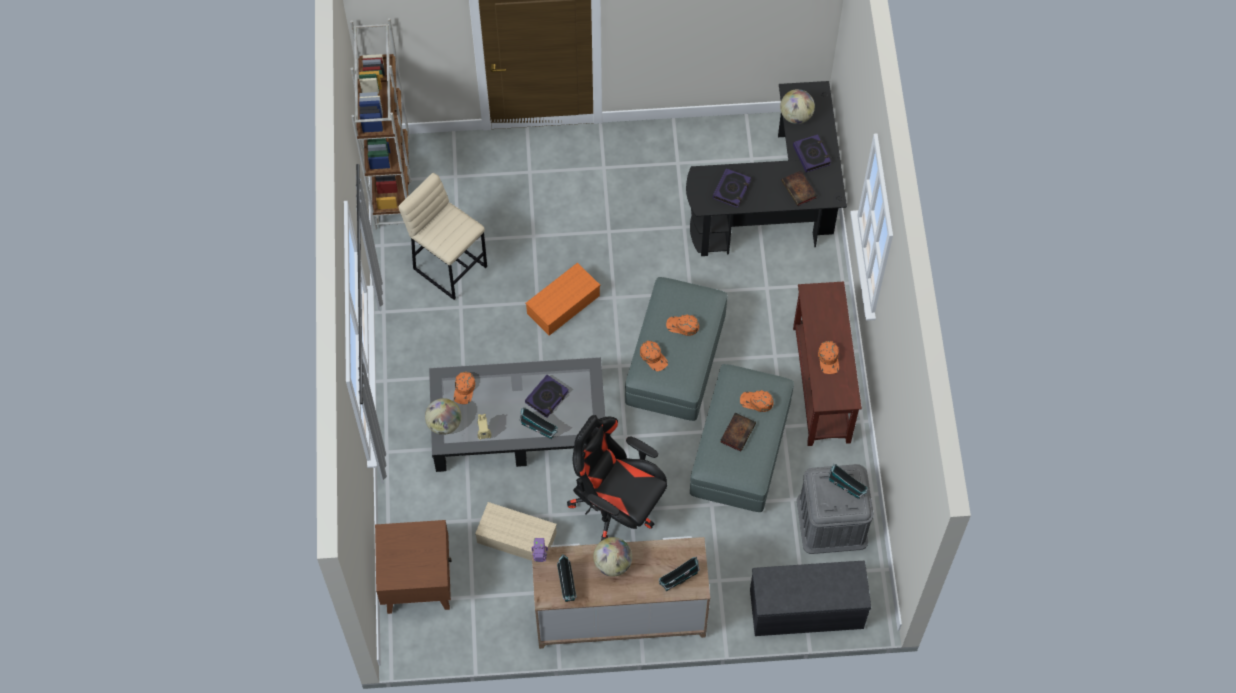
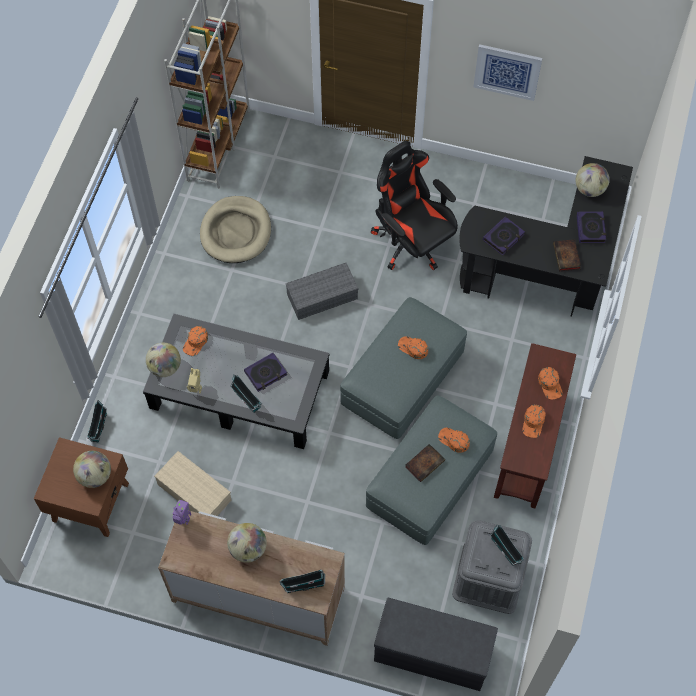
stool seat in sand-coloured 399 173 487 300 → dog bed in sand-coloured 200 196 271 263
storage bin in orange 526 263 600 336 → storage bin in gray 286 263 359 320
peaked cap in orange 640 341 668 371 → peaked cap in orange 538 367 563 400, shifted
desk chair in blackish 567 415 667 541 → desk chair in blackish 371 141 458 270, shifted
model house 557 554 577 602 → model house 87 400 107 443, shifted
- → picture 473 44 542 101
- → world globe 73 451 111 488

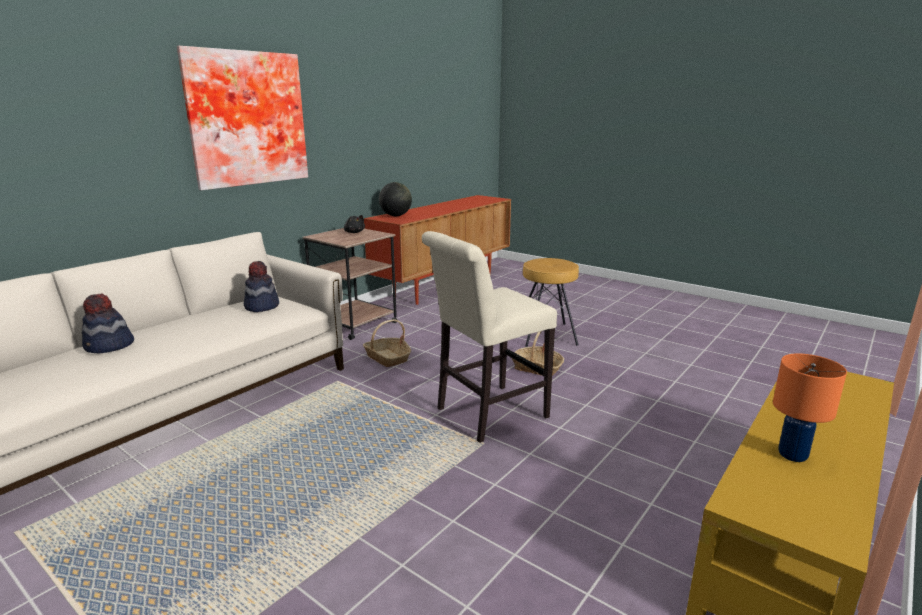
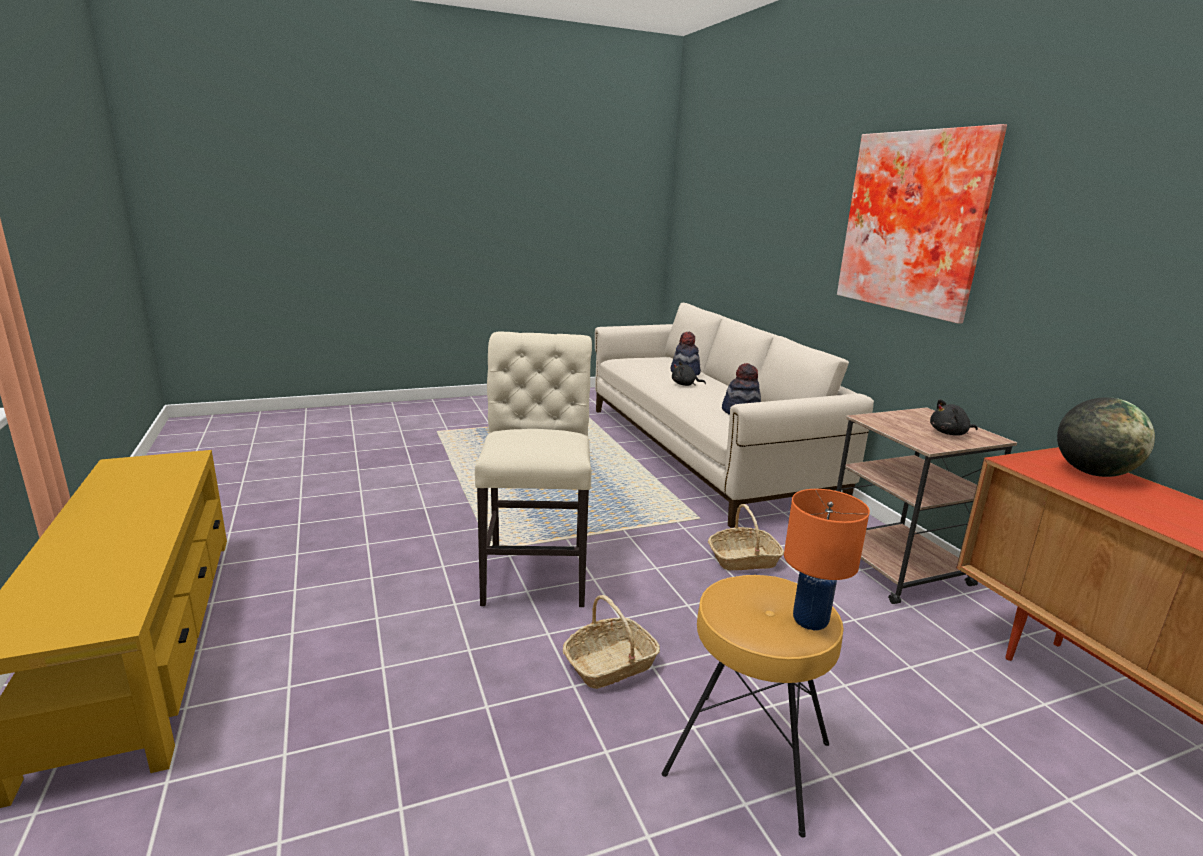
lamp for a table in orange 773 353 847 462 → lamp for a table in orange 784 489 870 630, shifted
- → soft toy in blackish 672 361 706 386

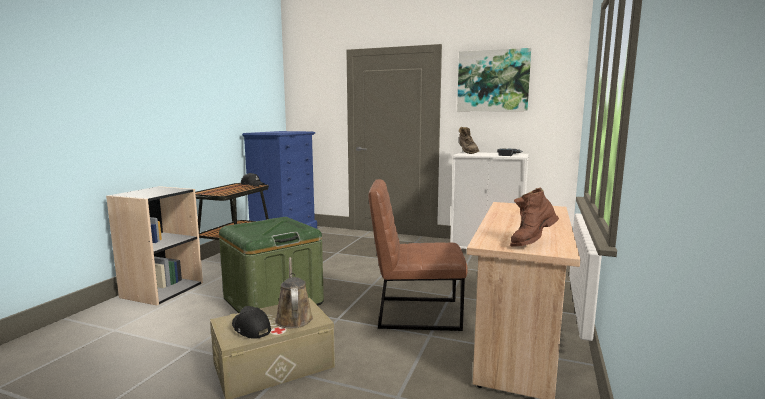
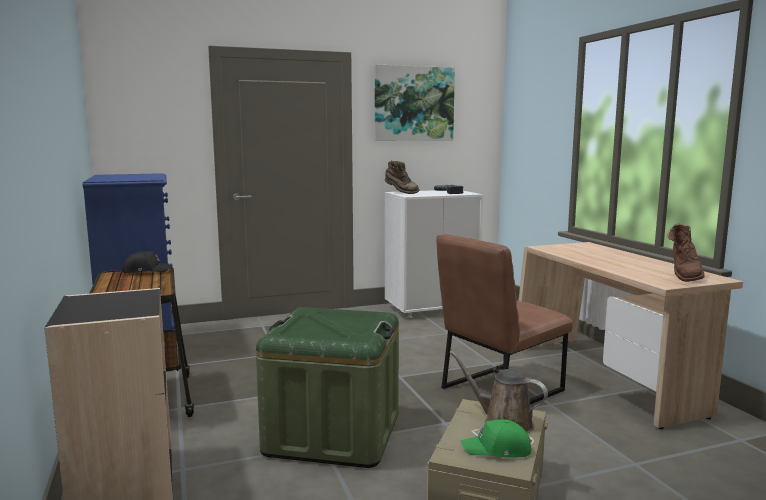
peaked cap in blackish 232 306 271 338 → peaked cap in greenish 461 419 531 458

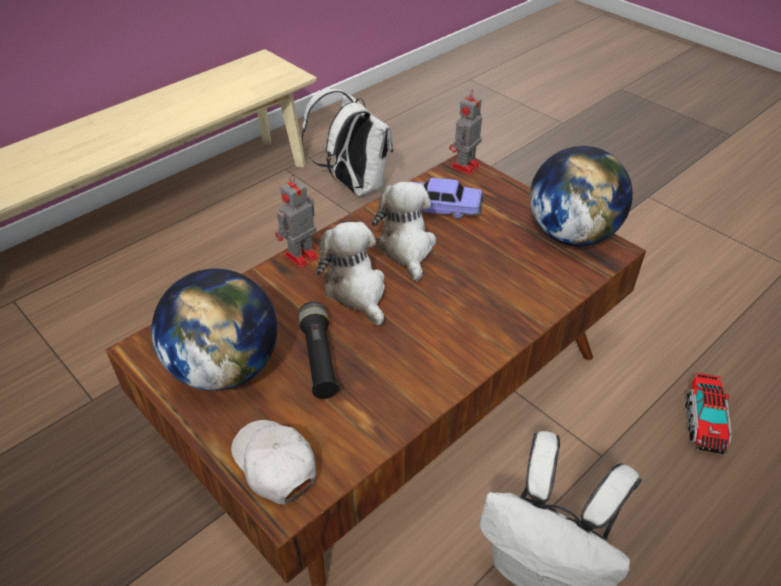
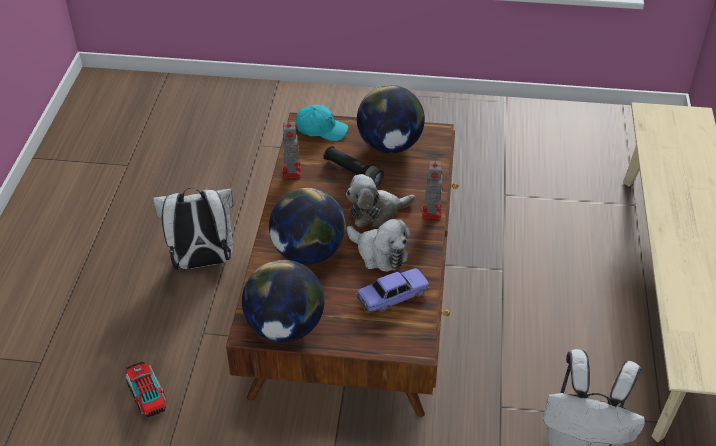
toy robot 449 89 482 175 → toy robot 282 122 302 179, shifted
soft toy 316 222 385 326 → soft toy 346 174 415 227, 135 degrees clockwise
peaked cap in whitish 231 420 316 504 → peaked cap in turquoise-coloured 296 105 349 141
- → world globe 269 188 346 264

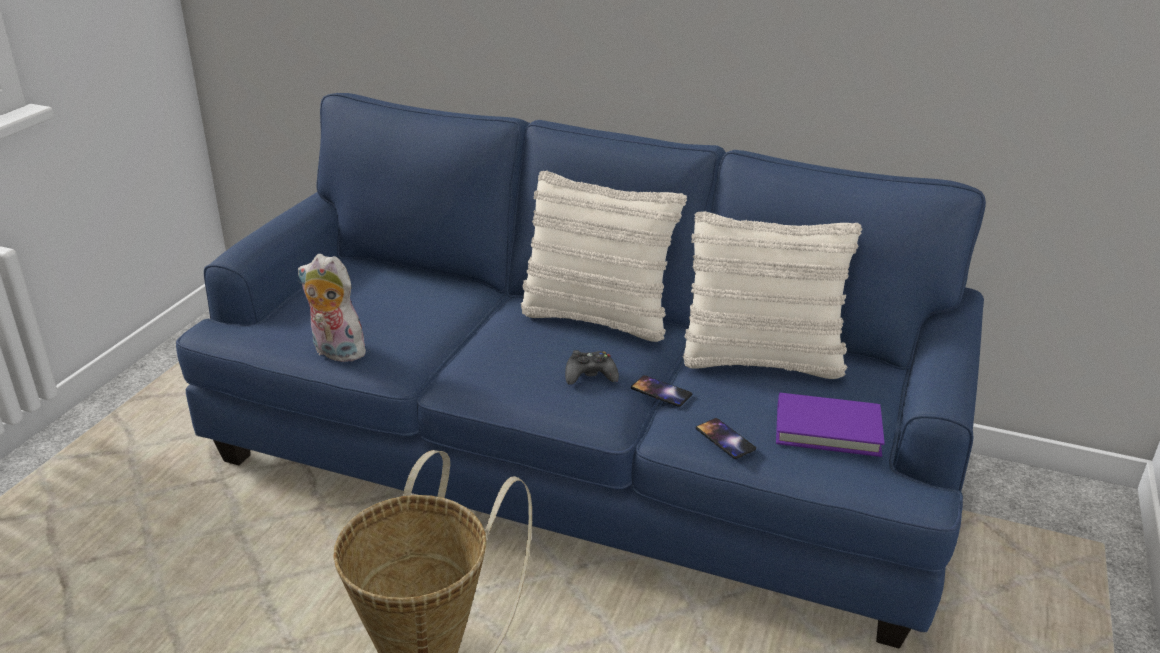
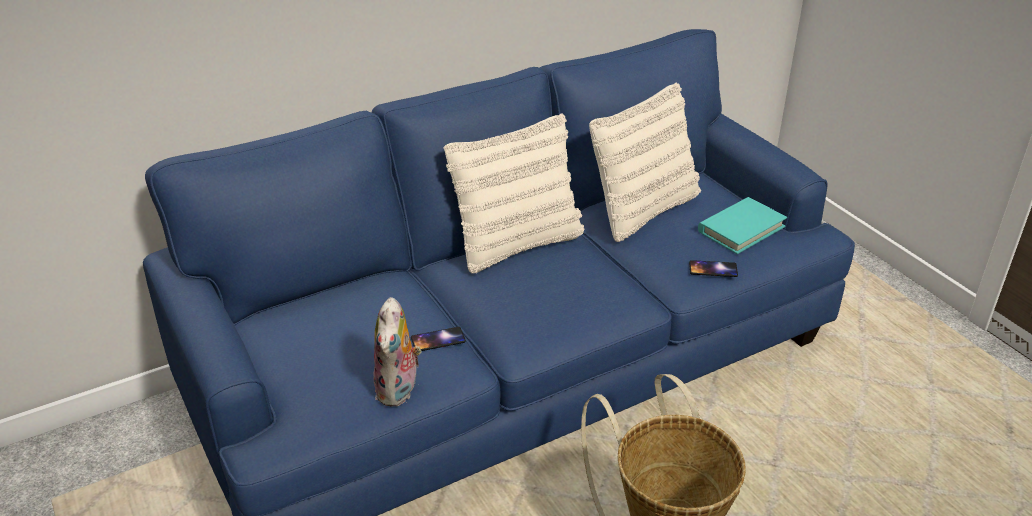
soft toy 298 254 368 362 → soft toy 374 297 422 407, 60 degrees counterclockwise
gamepad in blackish 565 350 619 385 → -
phone 631 375 692 407 → phone 411 327 466 351, shifted
volume in purplish 776 393 885 457 → volume in turquoise-coloured 698 197 787 254

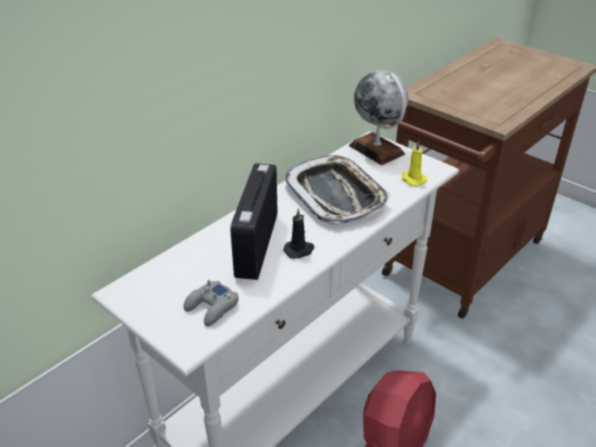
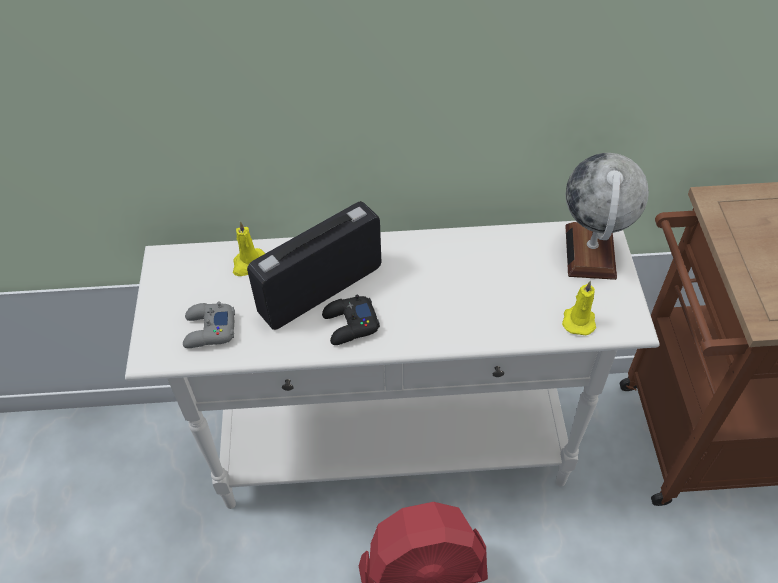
serving tray 283 155 391 225 → -
wax light in blackish 283 208 314 259 → gamepad in blackish 322 294 380 345
- → wax light in yellowish 233 221 265 276

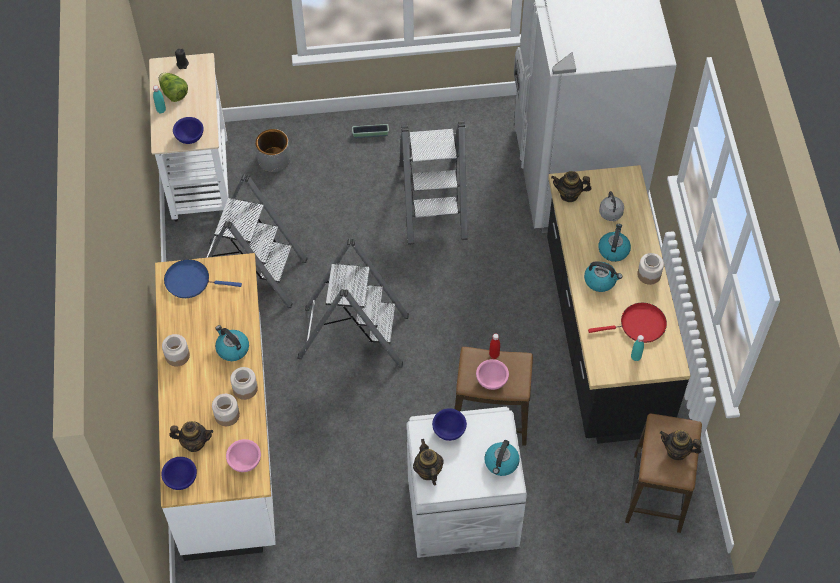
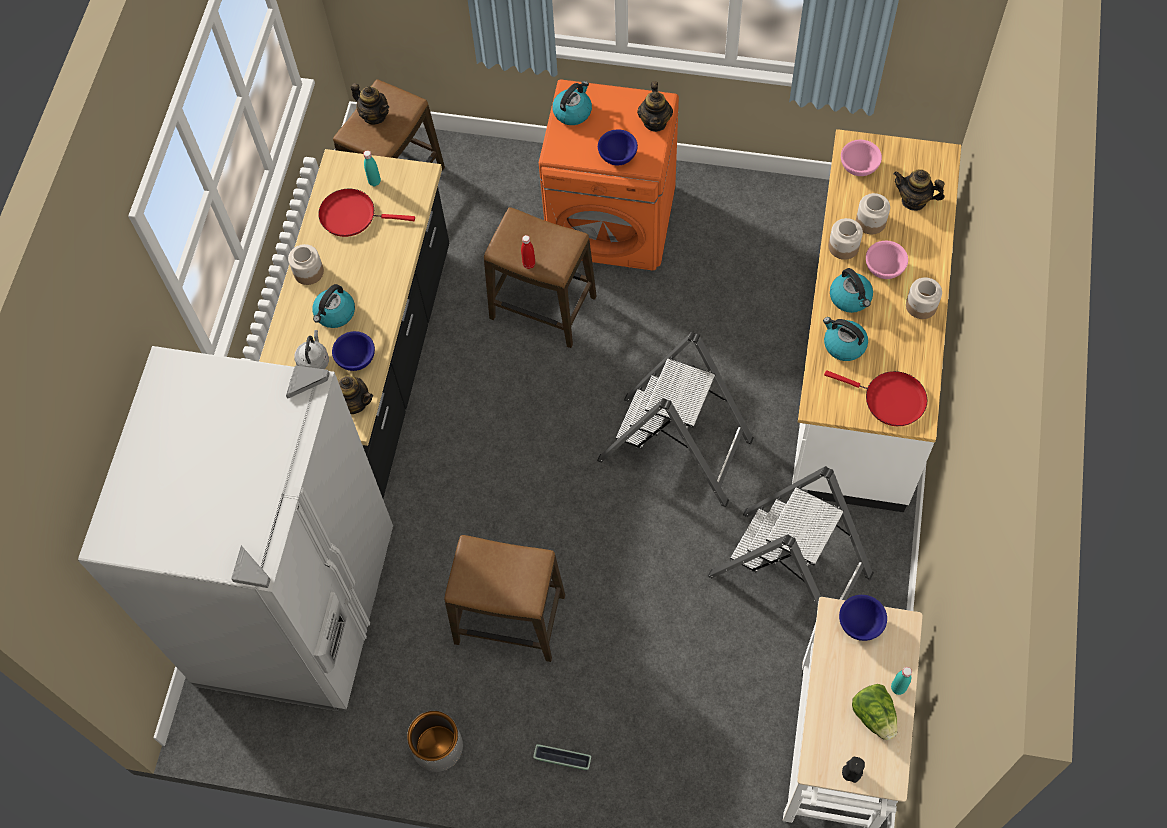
stepladder in gray 399 121 468 245 → stool seat 444 535 565 662
planter in gray 255 129 291 172 → planter in gray 407 711 463 772, shifted
frying pan in bluish 164 259 242 298 → frying pan in red-coloured 824 370 927 426
kettle 584 261 622 292 → kettle 823 317 868 361, shifted
bowl in pink 476 359 509 390 → bowl in pink 866 241 908 279, shifted
laundry appliance in whitish 406 407 527 558 → laundry appliance in orange 539 79 679 271
bowl in bluish 161 457 197 490 → bowl in bluish 332 331 375 371, shifted

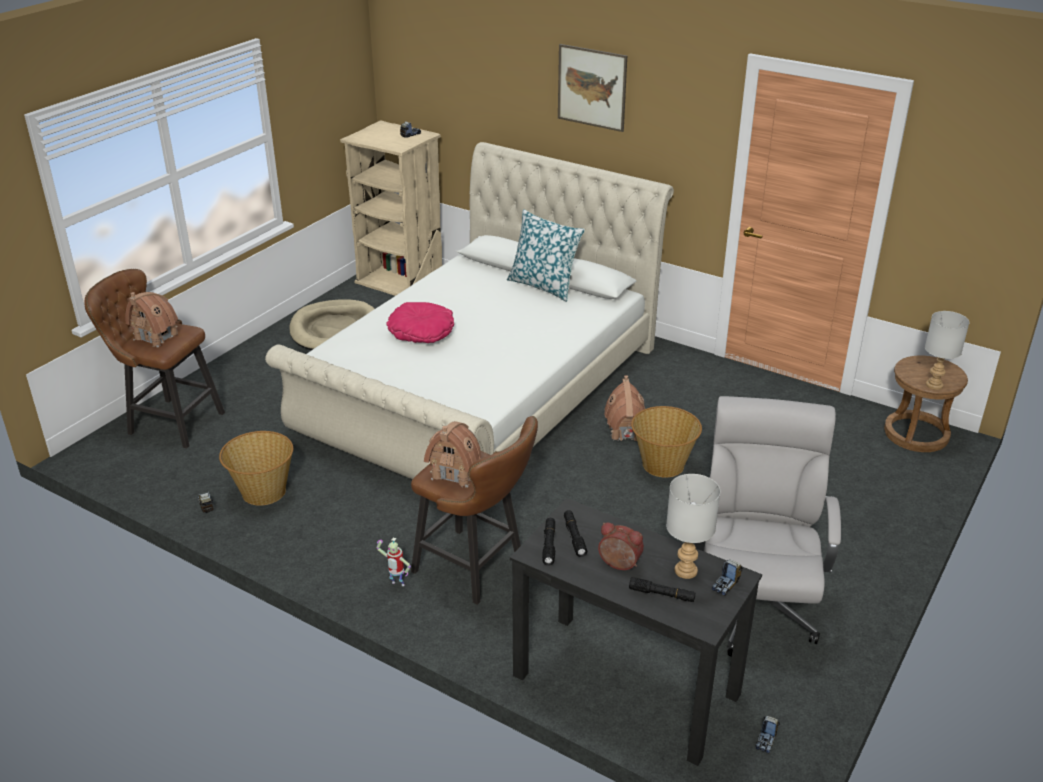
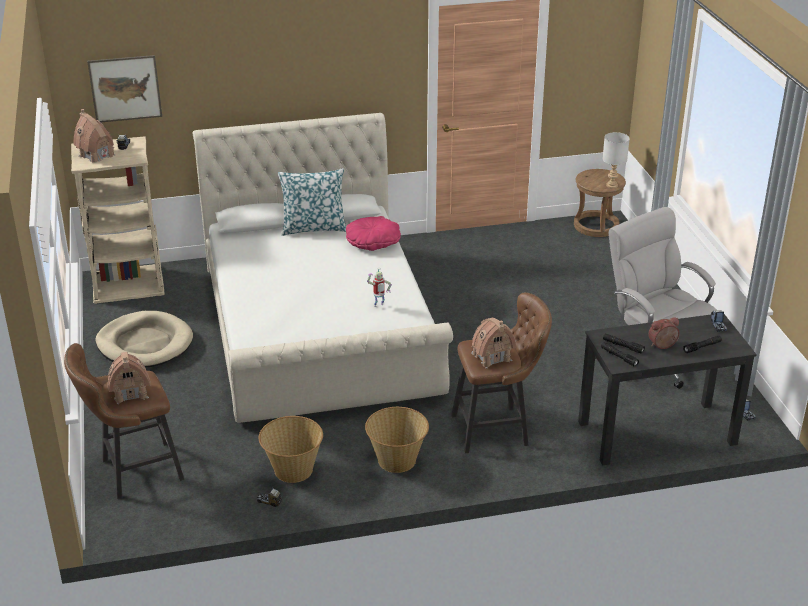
picture 558 44 627 132 → picture 87 55 162 122, shifted
pillow in pink 386 302 454 343 → pillow in pink 346 216 401 251, shifted
model house 604 375 645 441 → model house 73 109 115 163, shifted
storage basket 631 406 702 478 → storage basket 365 407 429 473, shifted
lamp for a table in gray 666 474 720 579 → -
toy robot 377 538 411 586 → toy robot 367 267 392 307, shifted

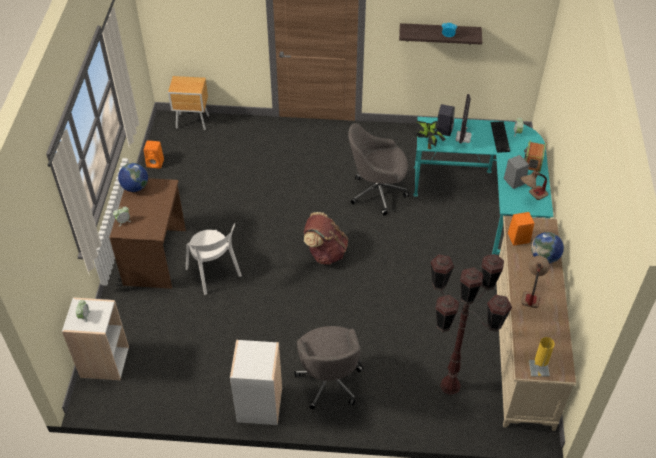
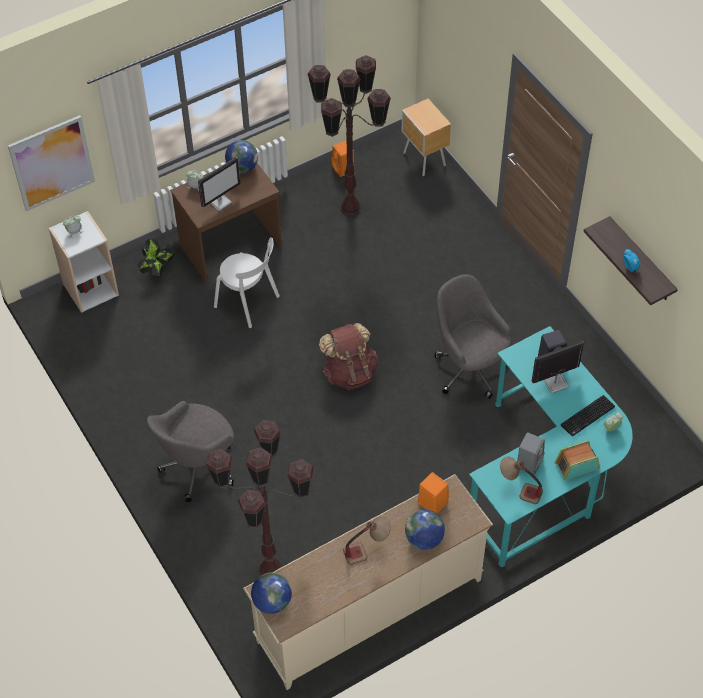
potted plant 414 121 446 149 → potted plant 137 238 175 276, shifted
upright chair in whitish 186 223 242 295 → upright chair in whitish 214 237 280 328, 75 degrees counterclockwise
lamp for a table in yellowish 529 337 555 377 → world globe 251 572 292 614
bookshelf 230 340 282 425 → -
- → floor lamp in brown 308 55 391 216
- → picture 8 115 95 212
- → monitor 198 157 241 211

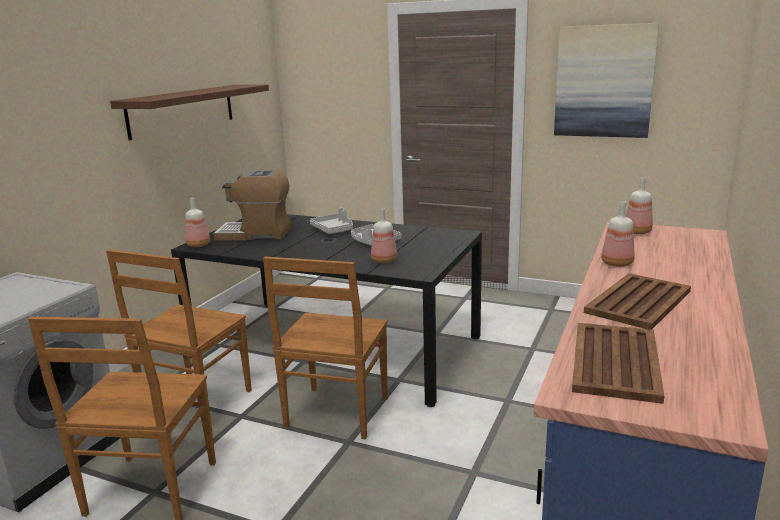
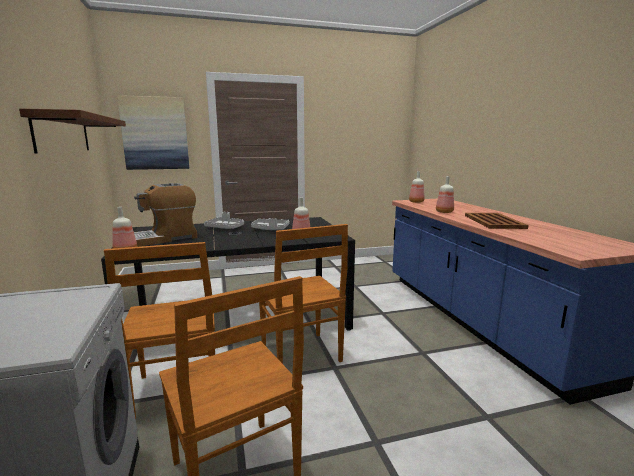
picture 554 23 659 138 → picture 117 95 189 170, shifted
serving tray in brown 572 323 664 404 → -

